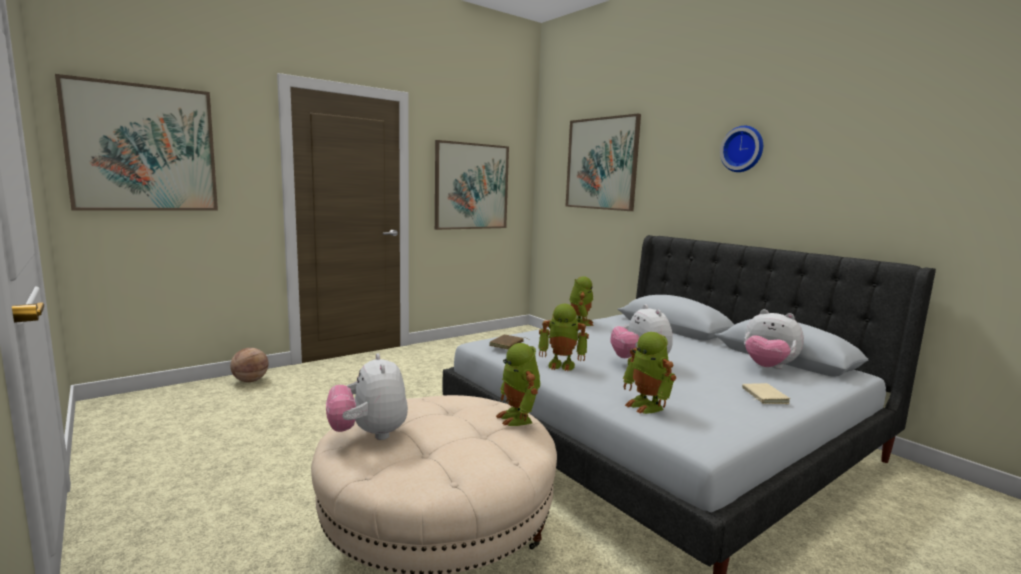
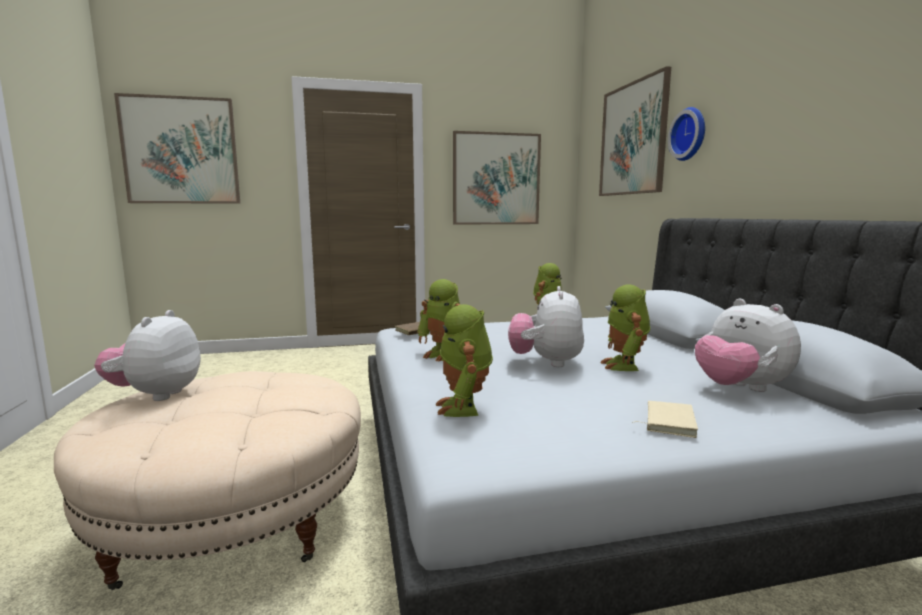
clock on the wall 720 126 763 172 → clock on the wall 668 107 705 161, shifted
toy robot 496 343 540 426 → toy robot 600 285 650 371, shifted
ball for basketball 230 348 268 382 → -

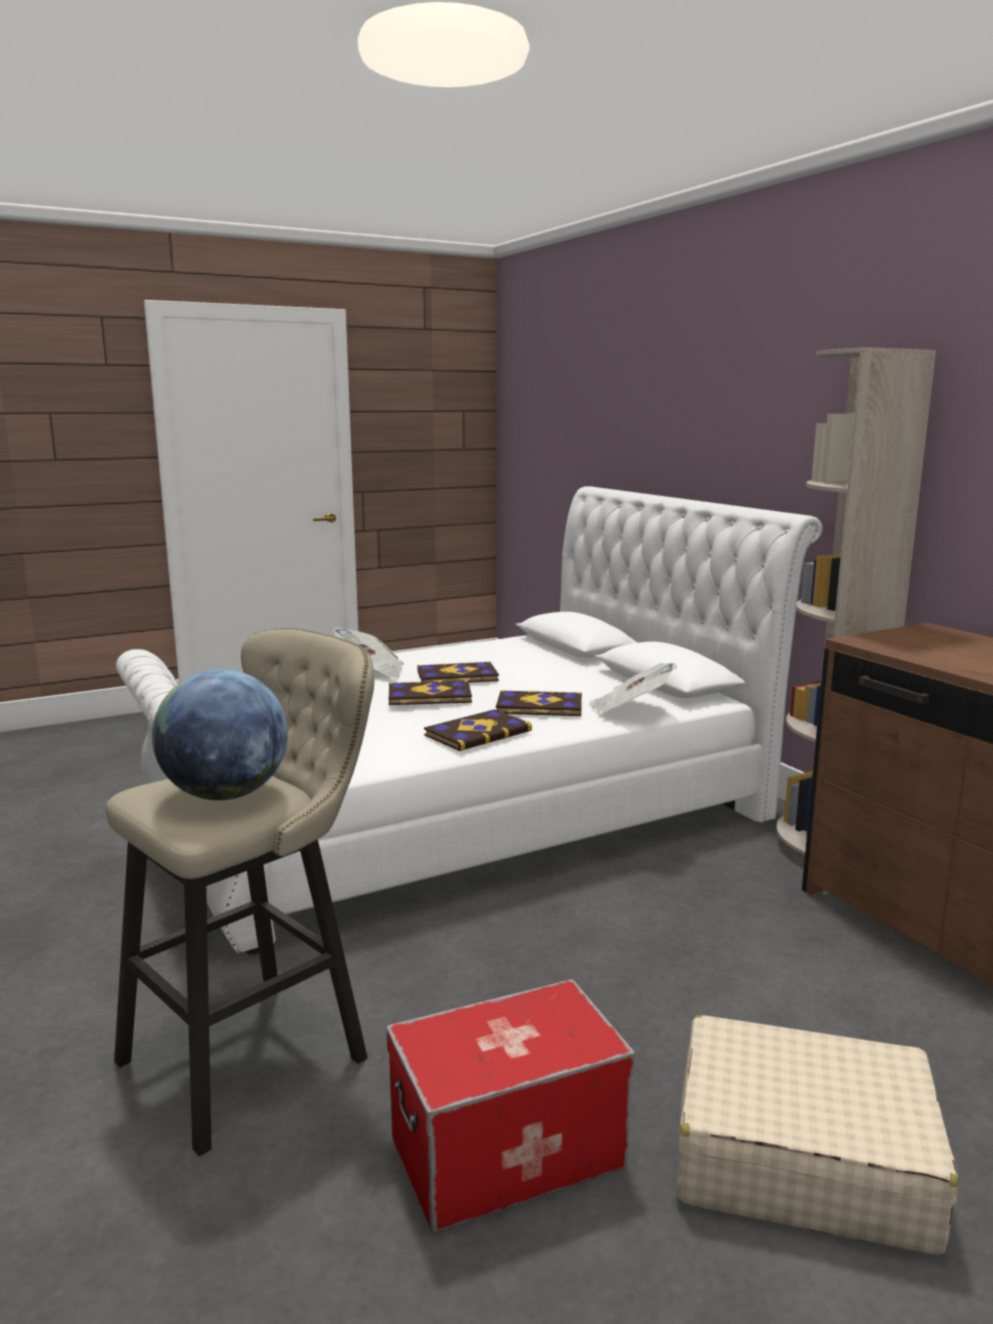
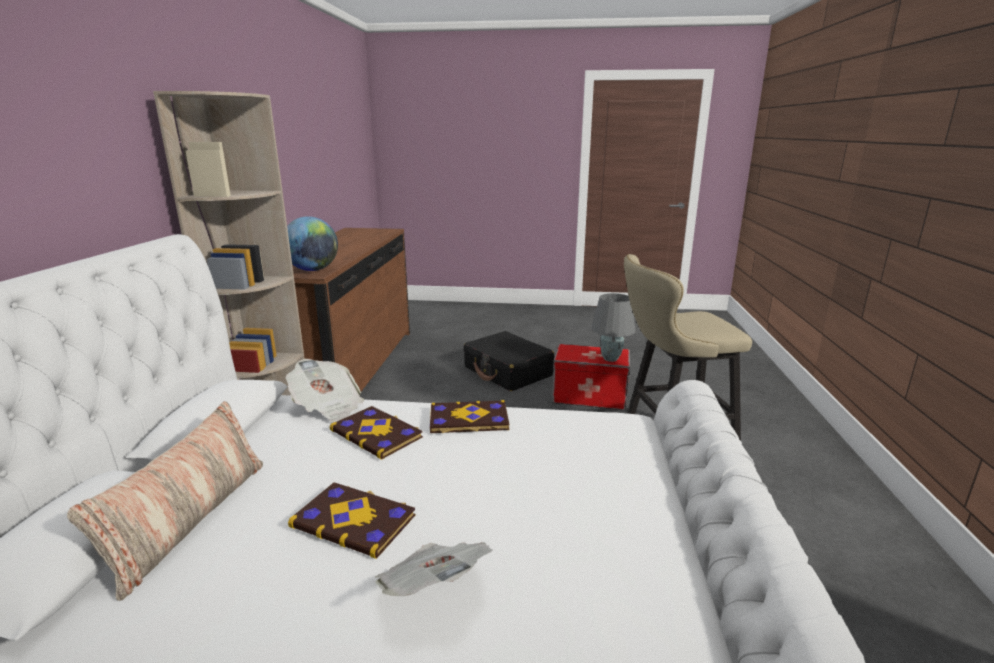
world globe 152 669 288 800 → world globe 287 216 338 271, shifted
volume 389 680 472 705 → -
piece of luggage in sand-coloured 676 1015 959 1255 → piece of luggage in blackish 463 331 554 391
- → lamp for a table in gray 591 293 636 362
- → pillow 67 401 263 601

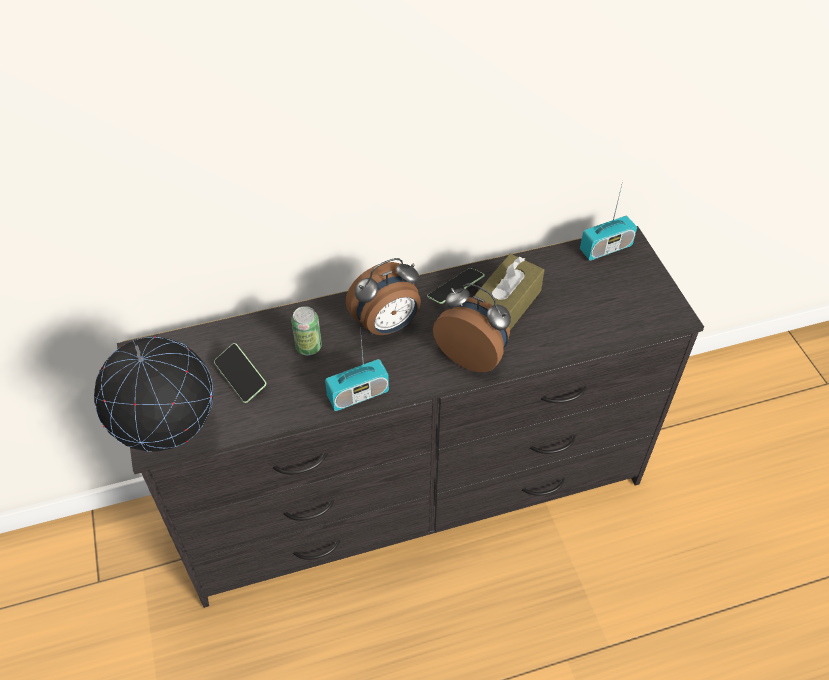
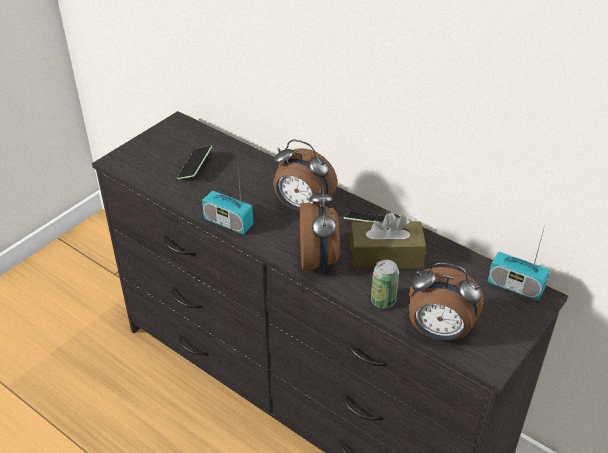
can 291 306 322 355 → can 371 260 399 309, shifted
world globe 94 337 213 452 → -
- → table clock 409 262 484 341

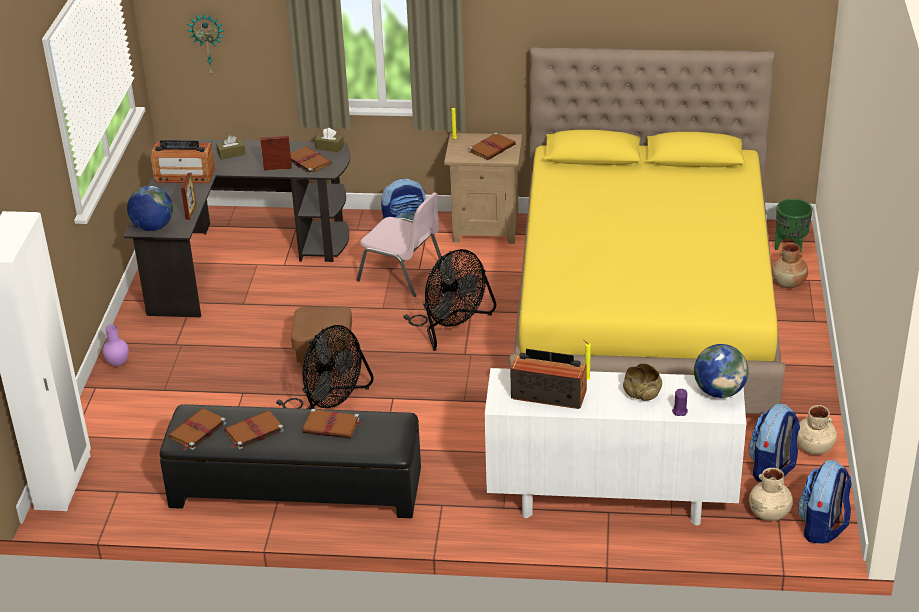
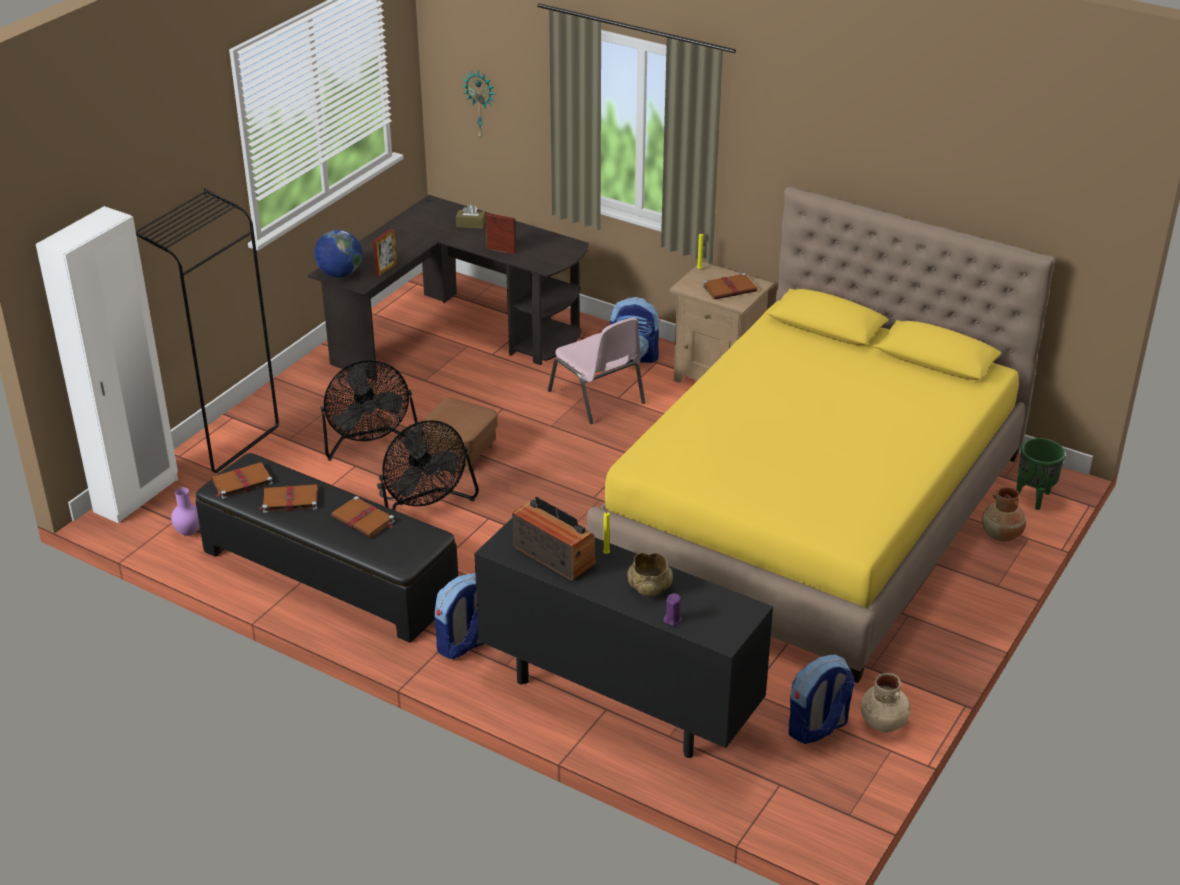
tissue holder in brown 315 128 344 152 → -
radio receiver 151 140 215 183 → -
volume in brown 290 147 332 174 → -
electric fan in blackish 404 249 496 351 → electric fan in blackish 321 360 418 461, shifted
decorative vase in purplish 103 324 129 366 → decorative vase in purplish 171 487 200 536, shifted
world globe 694 344 748 398 → -
dresser in whitish 485 368 746 526 → dresser in blackish 474 518 773 758
knapsack 798 460 852 544 → knapsack 435 573 484 659, shifted
decorative vase in sand-coloured 749 468 793 521 → -
- → garment rack in blackish 136 188 279 473

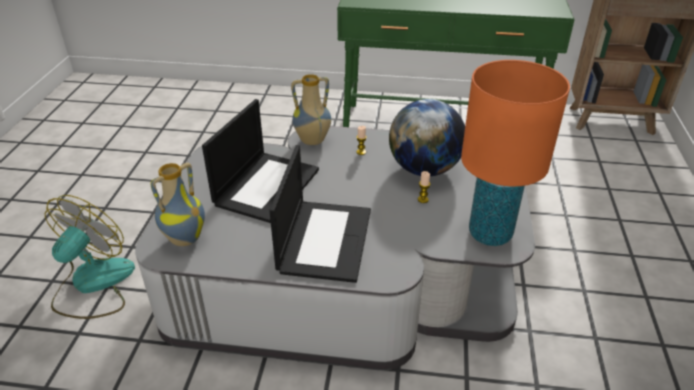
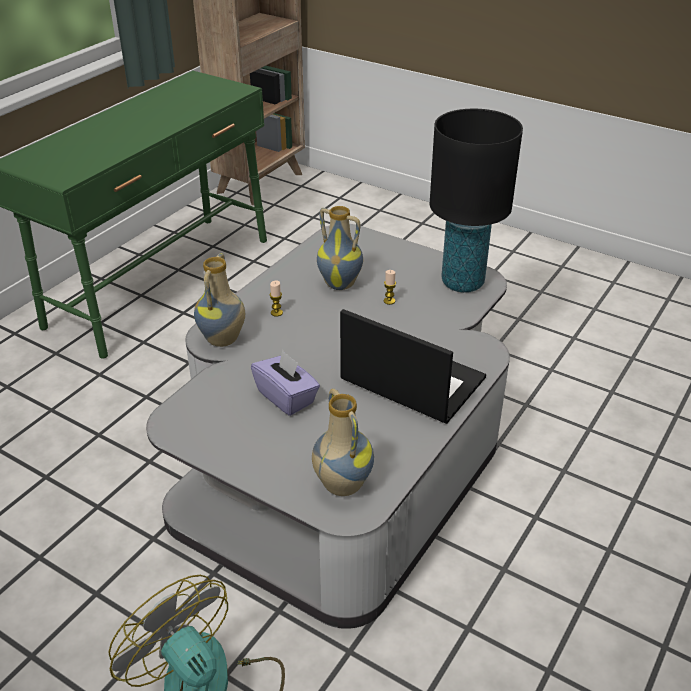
lamp for a table in orange 461 60 570 246 → lamp for a table in blackish 430 109 523 293
notebook computer 202 99 319 223 → tissue holder in purplish 251 349 320 416
world globe 389 99 465 176 → decorative vase 317 206 363 290

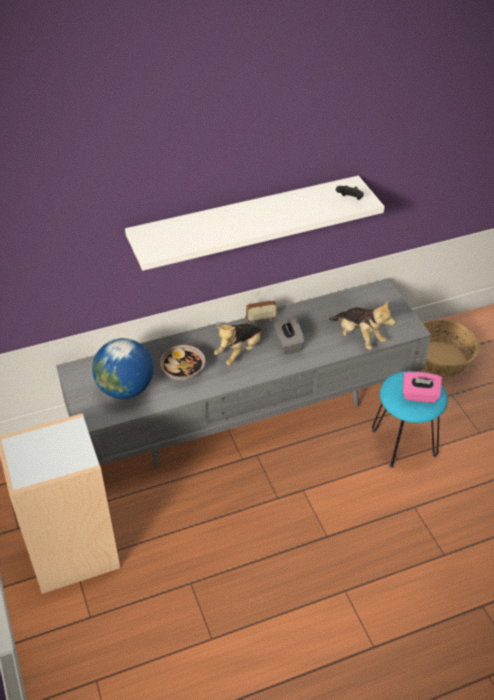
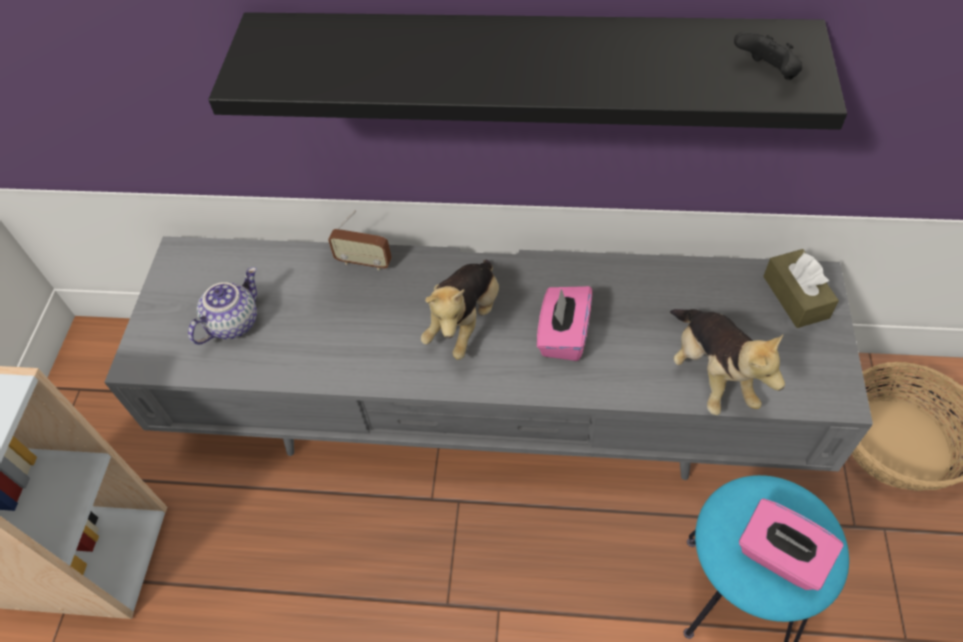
shelf in whitish 125 176 385 271 → shelf in blackish 208 12 847 130
radio receiver 246 290 277 323 → radio receiver 328 210 392 271, shifted
tissue holder in gray 273 316 305 354 → tissue holder in pink 537 286 592 361
soft toy 214 323 264 365 → soft toy 421 260 499 360, 45 degrees counterclockwise
world globe 92 338 154 399 → tea pot 188 267 257 345
bowl 160 345 205 381 → -
- → tissue holder in brown 763 249 839 328

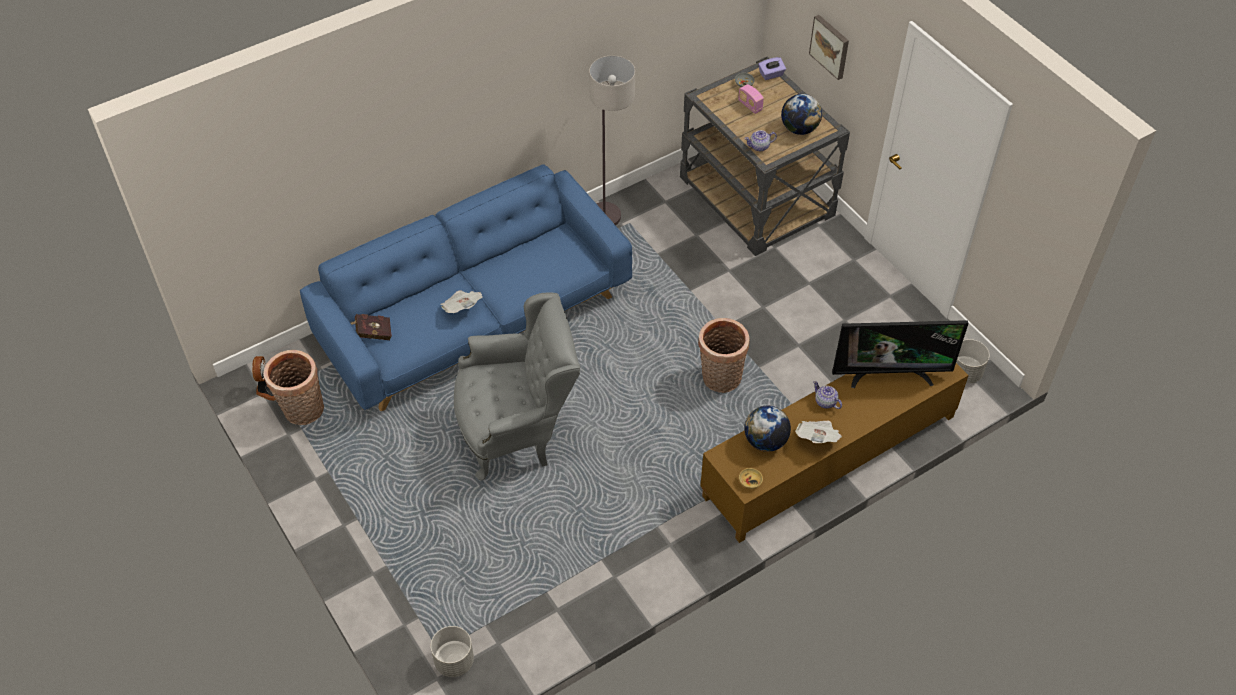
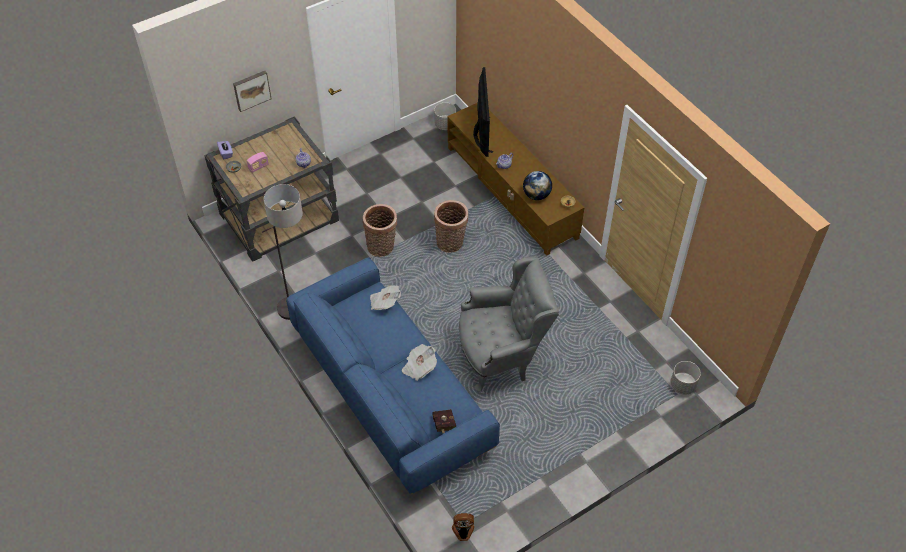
world globe 781 94 822 135 → -
armchair in gray 454 293 580 480 → armchair in gray 459 257 559 392, 90 degrees clockwise
storage basket 263 350 324 425 → storage basket 363 204 397 257, shifted
daily paper 795 420 842 443 → daily paper 370 285 401 310, shifted

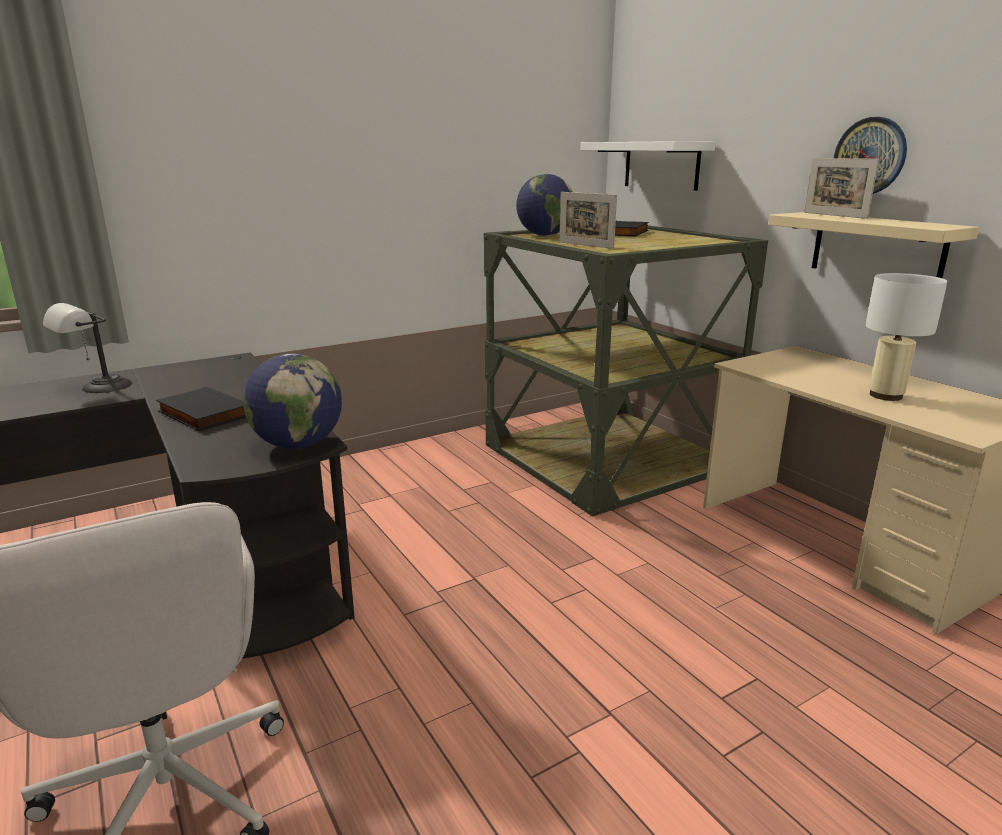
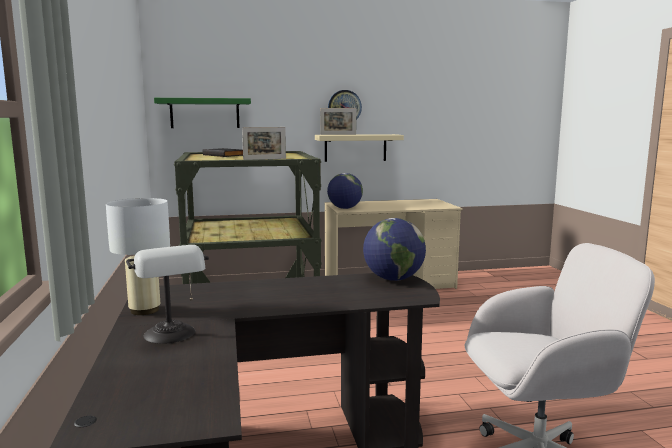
shelf in whitish 580 141 715 191 → shelf in greenish 154 98 251 128
world globe 516 174 573 236 → world globe 327 173 363 209, shifted
lamp for a table in whitish 866 273 947 401 → lamp for a table in whitish 106 198 170 315, shifted
volume in blackish 156 386 246 431 → -

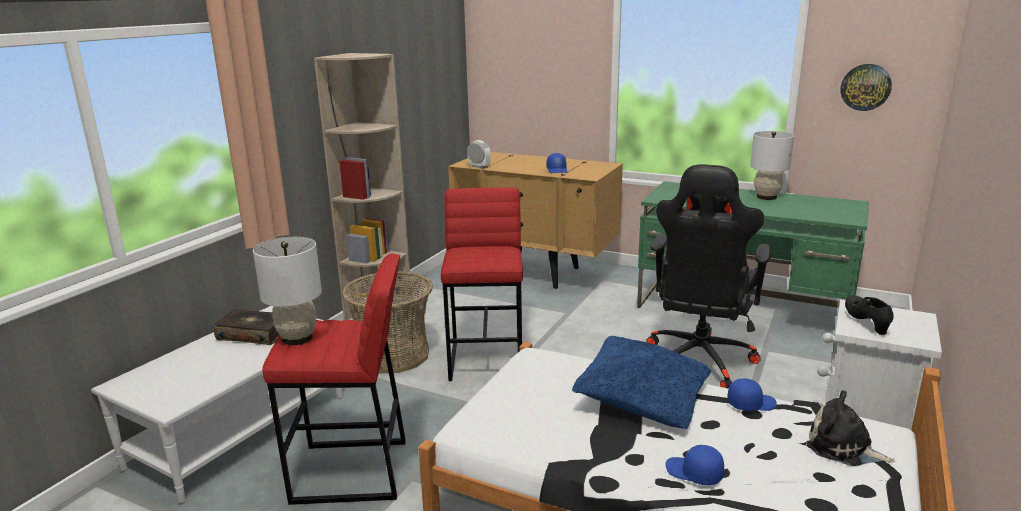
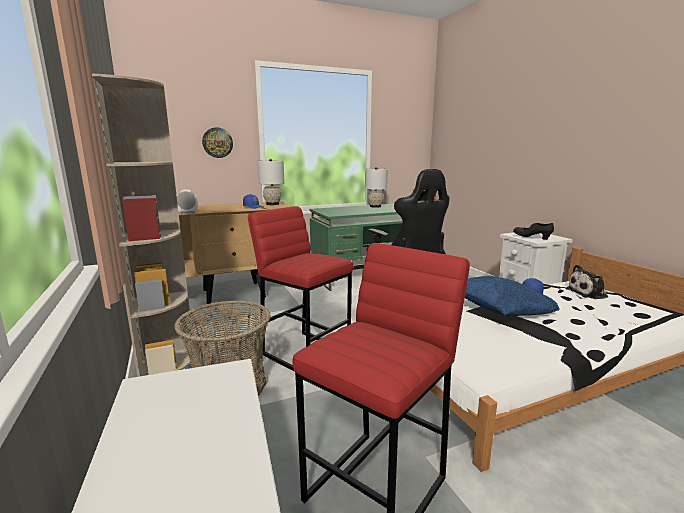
clock on the wall 840 64 892 111 → clock on the wall 202 127 233 158, shifted
lamp for a table in whitish 253 237 322 345 → lamp for a table in whitish 258 159 284 205, shifted
volume 214 309 279 345 → -
peaked cap in bluish 665 445 724 485 → -

